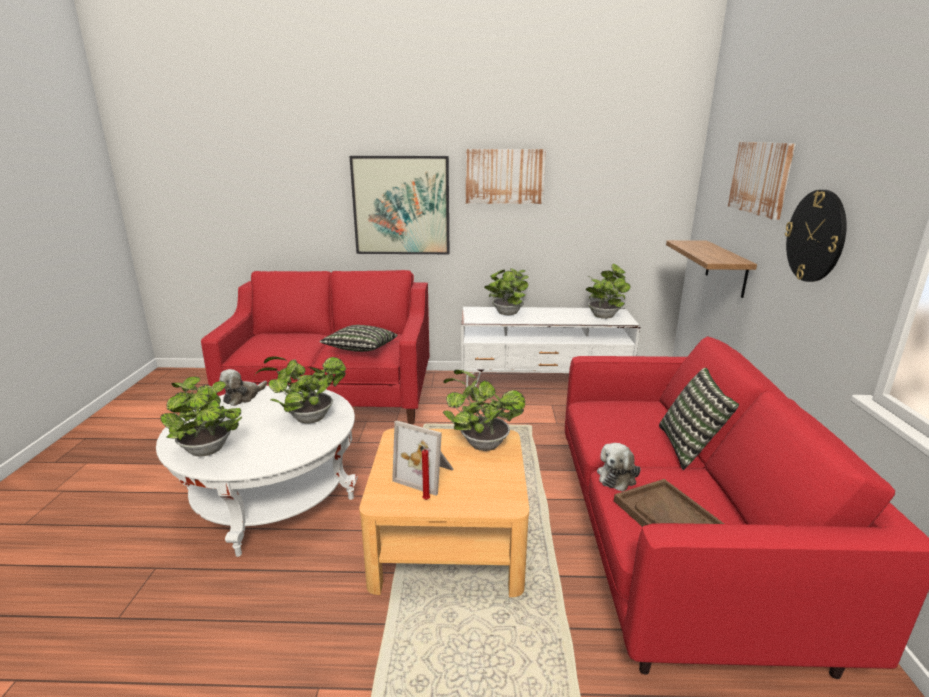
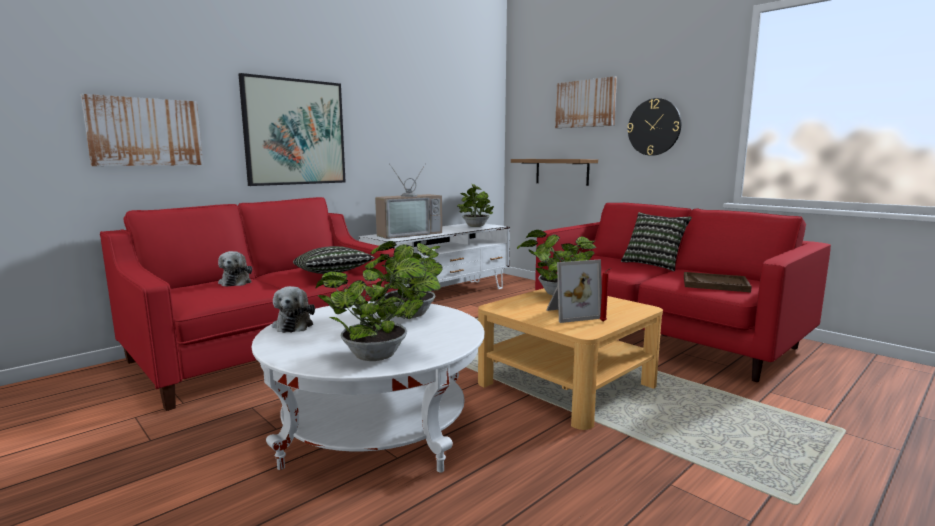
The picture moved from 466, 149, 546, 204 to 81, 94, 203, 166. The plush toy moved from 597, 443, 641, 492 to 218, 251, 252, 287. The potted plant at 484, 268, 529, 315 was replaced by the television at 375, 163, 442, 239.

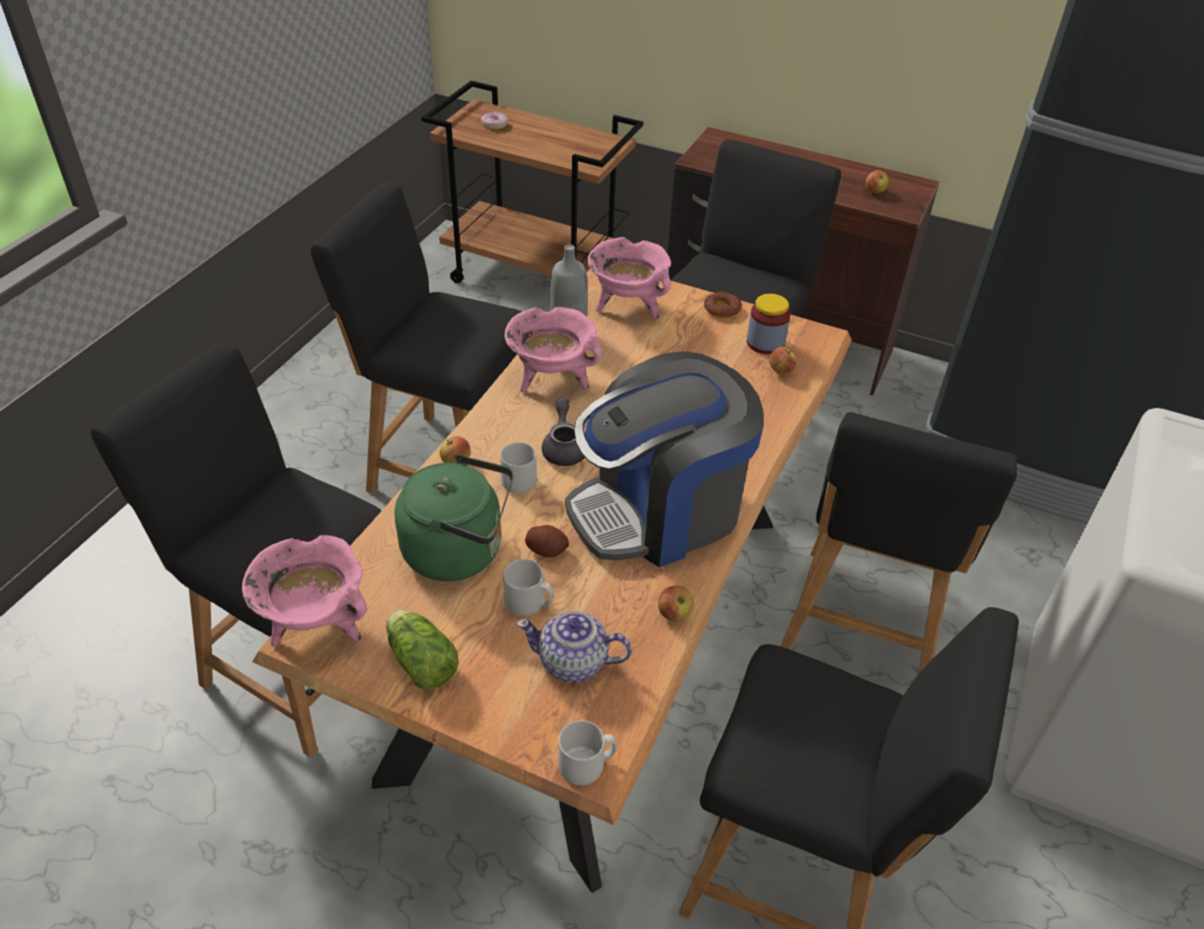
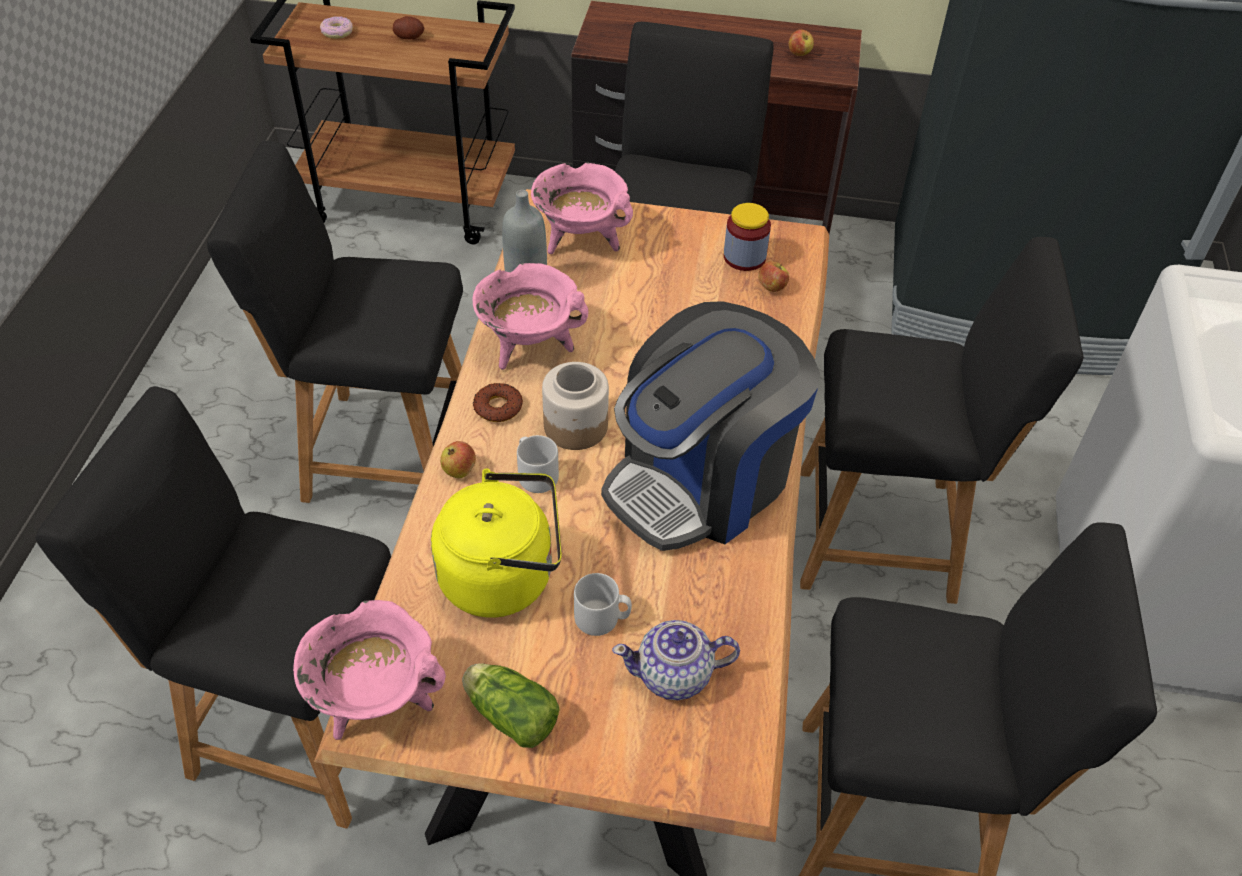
The potato moved from 525, 525, 569, 558 to 393, 16, 424, 39. The green kettle at 395, 454, 513, 581 became the yellow kettle at 431, 468, 562, 618. The donut moved from 704, 292, 742, 318 to 473, 383, 523, 422. The grey teapot at 542, 398, 585, 466 was replaced by the jar at 542, 362, 609, 450. The black chair at 781, 412, 1018, 674 turned 90 degrees counterclockwise. The grey mug at 558, 720, 616, 785 disappeared. The apple at 658, 586, 694, 621 disappeared.

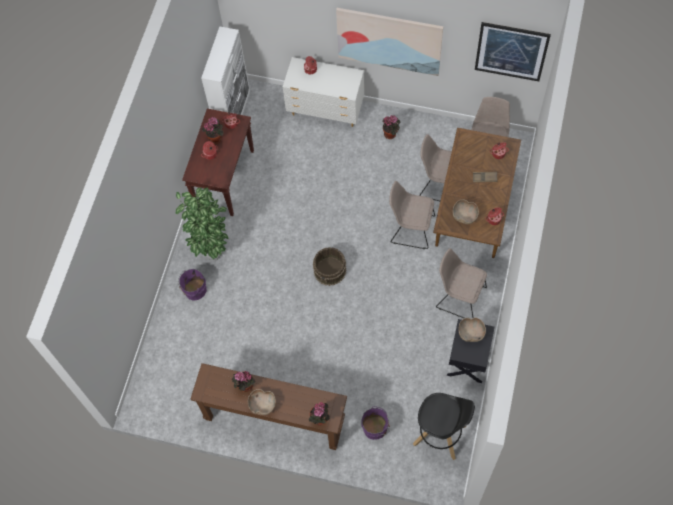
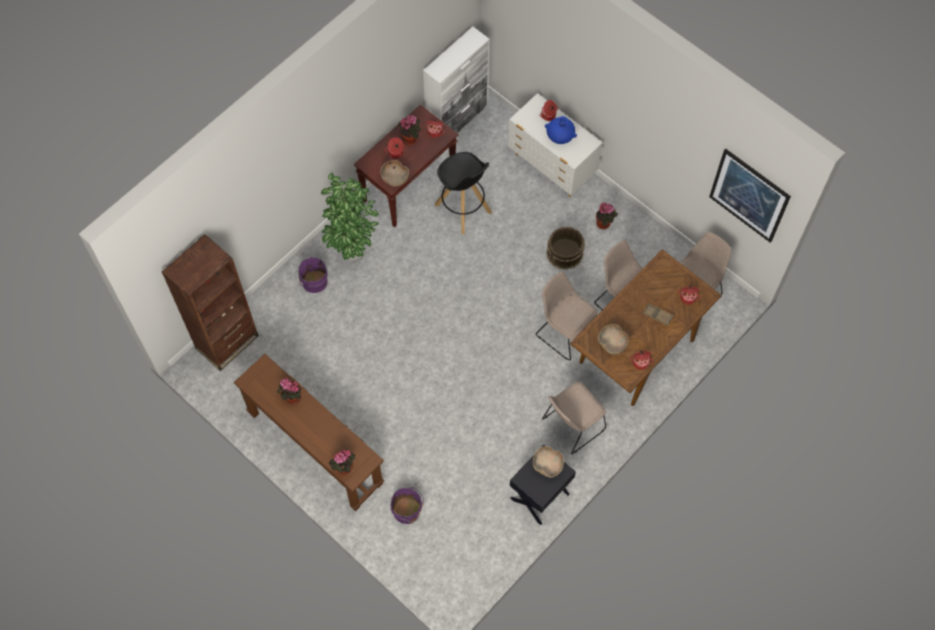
The brown bookcase at 162, 234, 259, 371 appeared. The brown bowl moved from 248, 389, 276, 415 to 380, 160, 409, 186. The black stool moved from 413, 393, 475, 460 to 435, 152, 492, 234. The beige chair at 436, 248, 487, 318 turned 90 degrees counterclockwise. The blue vase at 545, 116, 577, 144 appeared. The brown bucket moved from 313, 247, 346, 286 to 546, 227, 585, 270. The picture at 336, 8, 443, 76 disappeared.

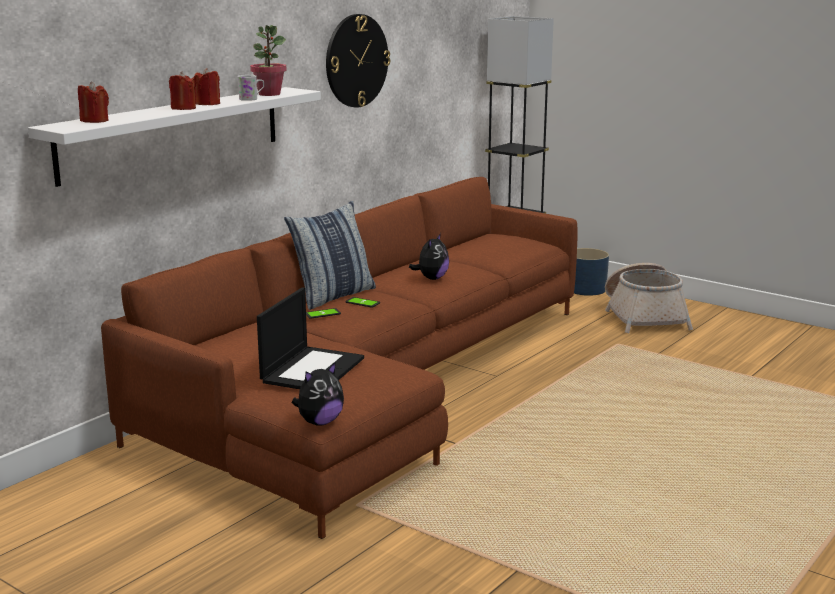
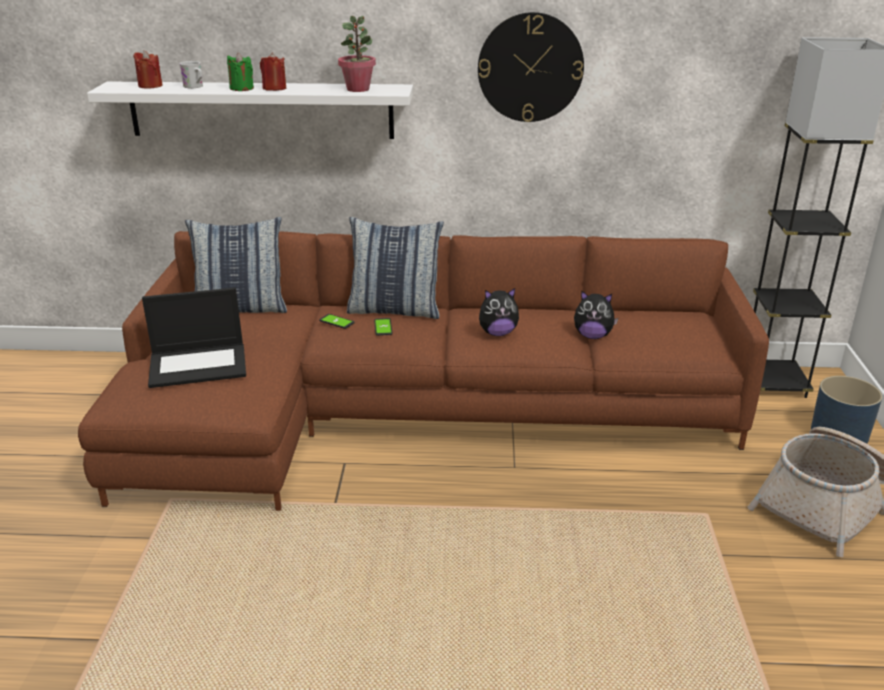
The white mug moved from 237, 75, 264, 101 to 179, 61, 203, 89. The pillow at 185, 217, 287, 313 appeared. The red candle at 169, 72, 196, 110 became the green candle at 227, 53, 254, 91. The plush toy moved from 292, 362, 344, 426 to 574, 291, 618, 339.

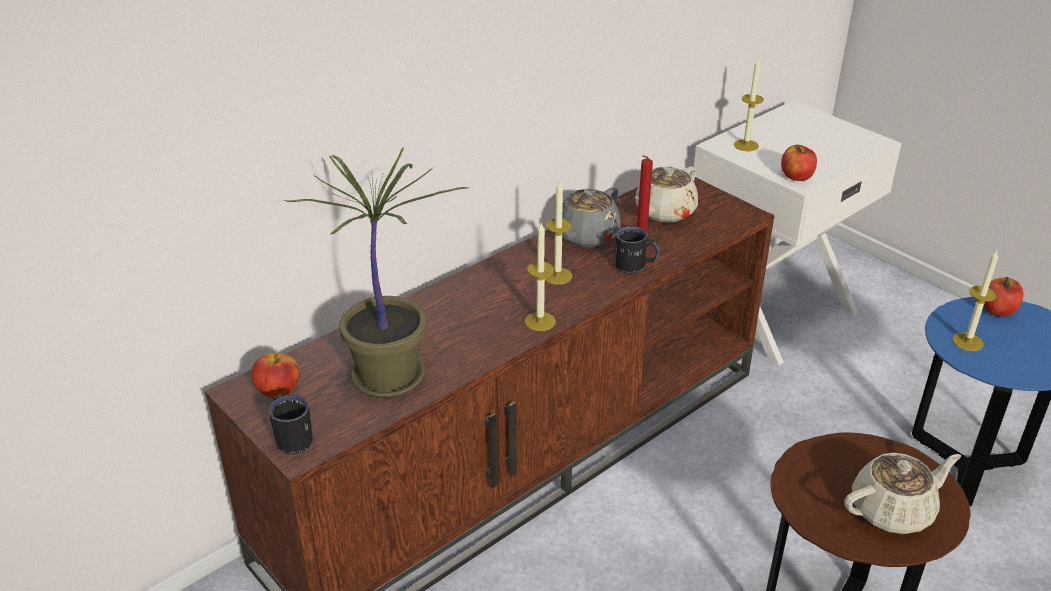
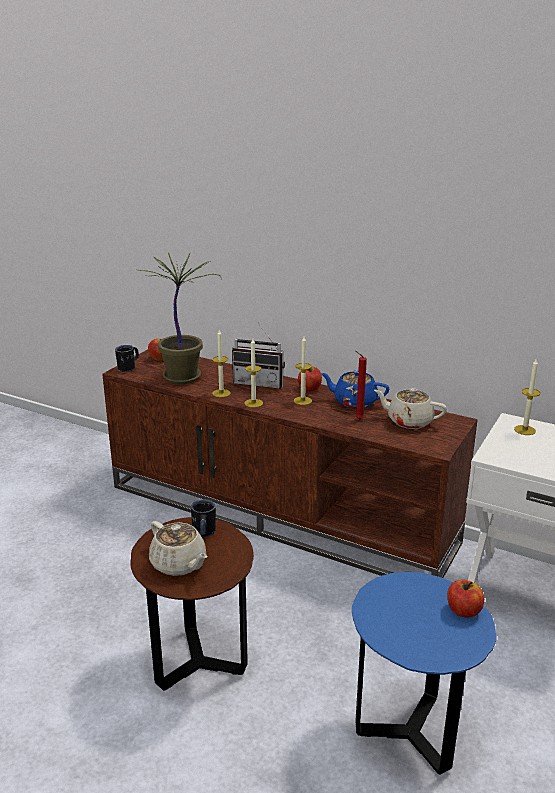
The black mug moved from 616, 226, 659, 274 to 191, 499, 216, 537. The candle moved from 953, 250, 998, 351 to 212, 330, 231, 397. The radio at 232, 322, 285, 389 appeared. The apple moved from 781, 145, 817, 181 to 298, 366, 322, 391. The grey teapot at 562, 188, 621, 247 became the blue teapot at 320, 370, 389, 409.

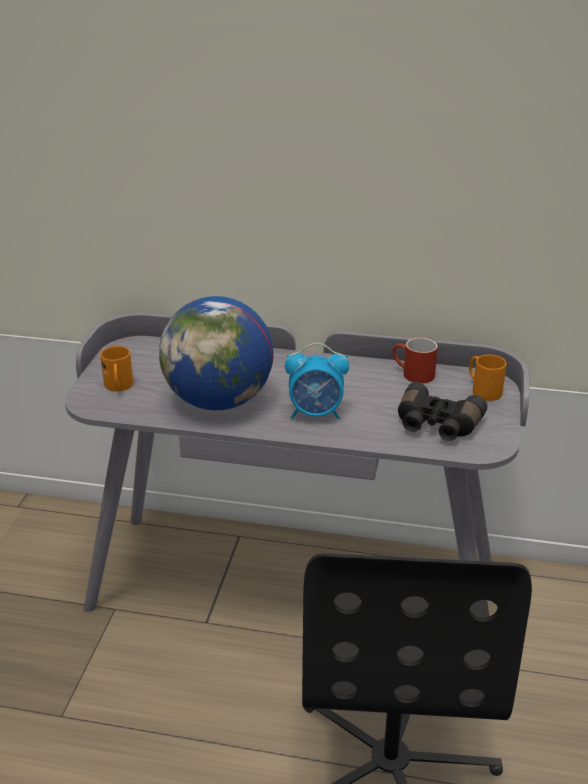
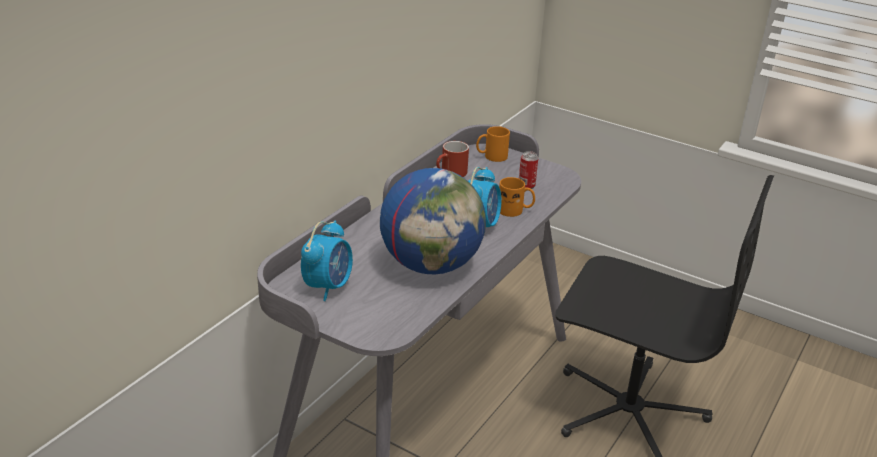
The alarm clock at 301, 220, 353, 301 appeared. The orange mug moved from 100, 346, 133, 391 to 499, 177, 535, 217. The black binoculars at 398, 382, 487, 441 was replaced by the can at 519, 151, 538, 189.

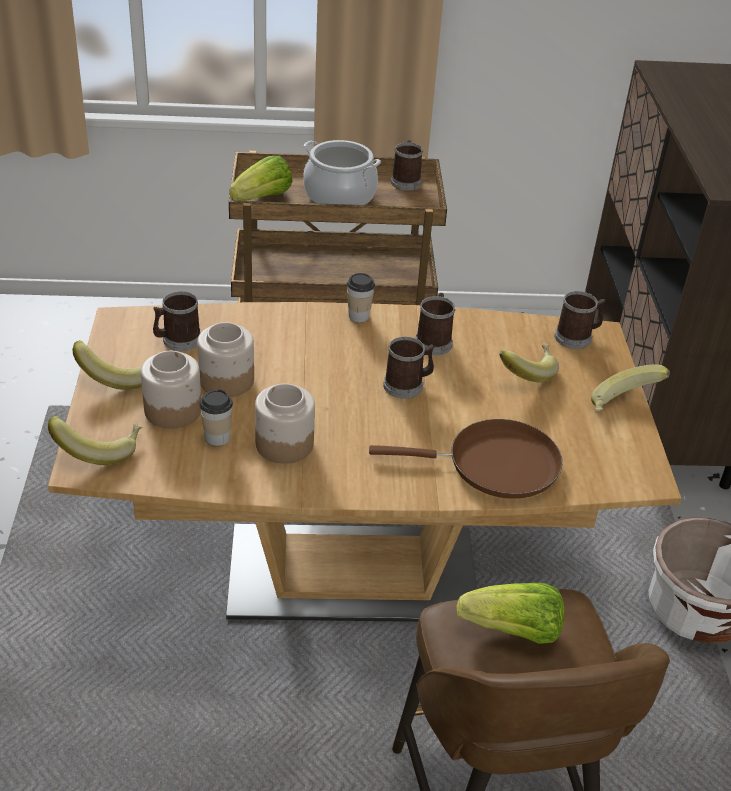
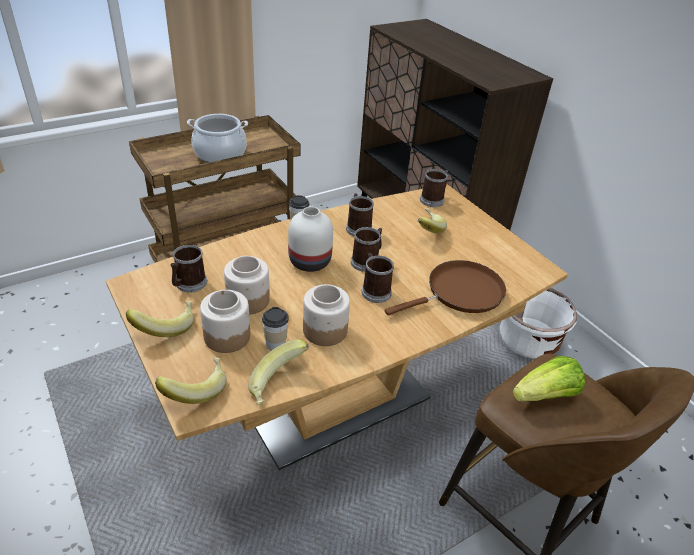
The banana moved from 591, 364, 670, 412 to 248, 339, 309, 405. The white vase at 288, 206, 333, 272 appeared. The mug moved from 391, 140, 423, 191 to 361, 253, 394, 303. The lettuce at 229, 156, 293, 201 disappeared.

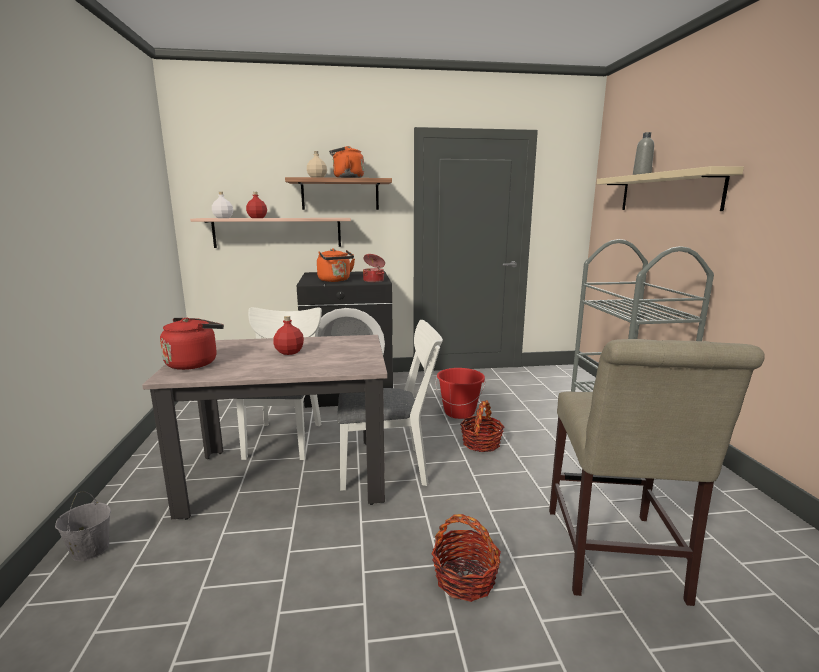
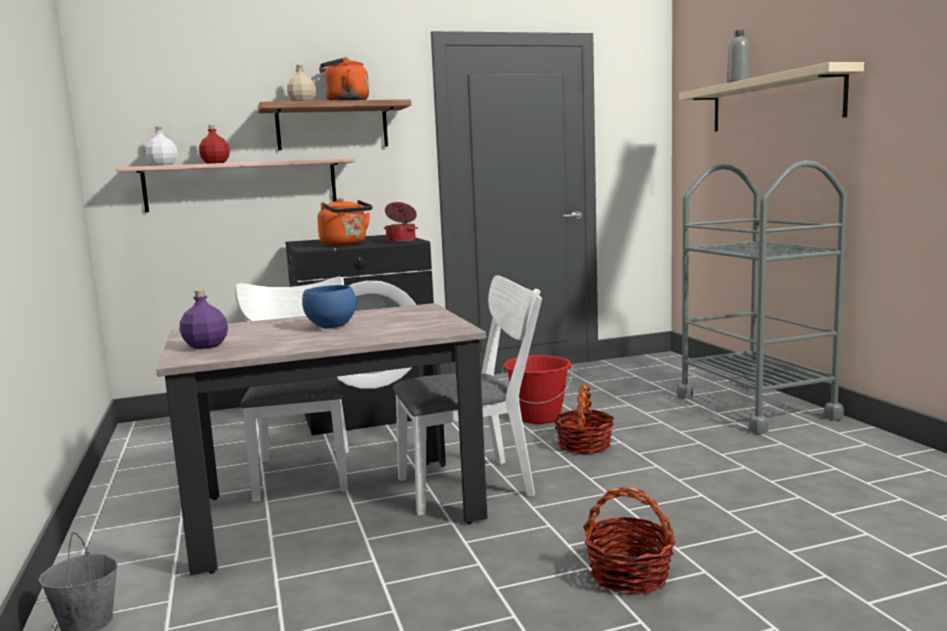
The red kettle at 160, 318, 224, 370 was replaced by the purple bottle at 180, 290, 228, 349. The red bottle at 273, 316, 304, 355 was replaced by the blue bowl at 302, 285, 357, 328. The beige chair at 549, 339, 765, 606 disappeared.

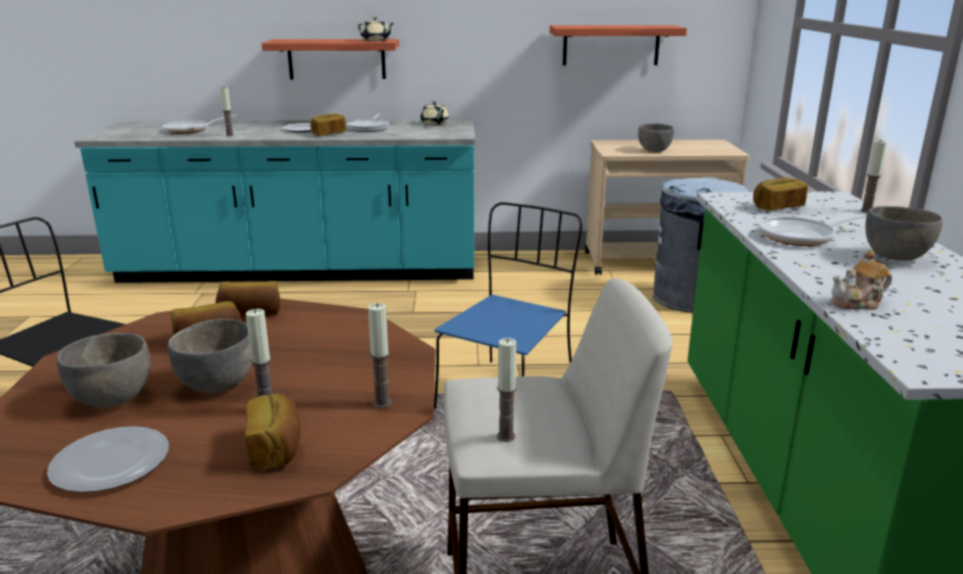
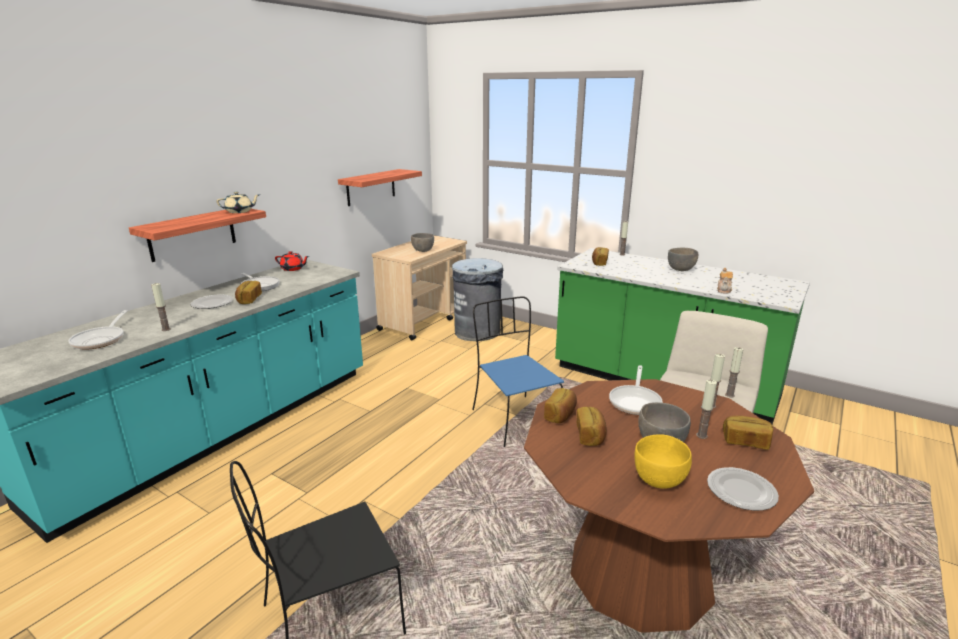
The beige teapot at 421, 101, 449, 125 became the red teapot at 275, 251, 309, 271. The frying pan moved from 759, 213, 867, 246 to 609, 365, 663, 415. The grey bowl at 57, 333, 151, 408 became the yellow bowl at 634, 434, 692, 489.

